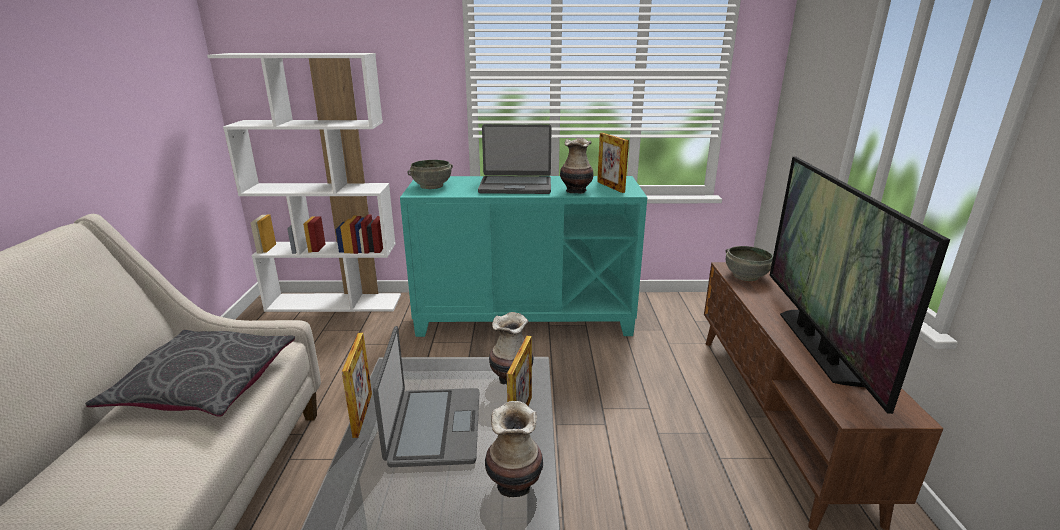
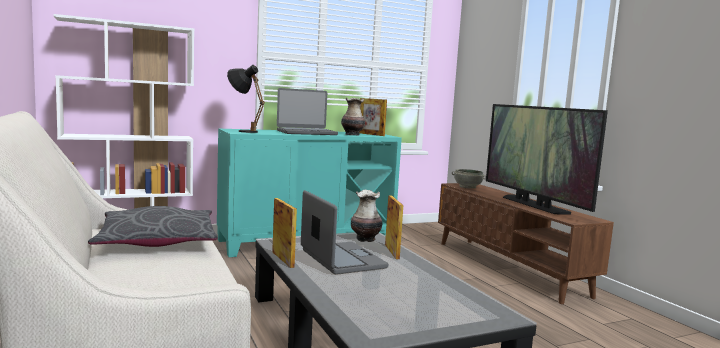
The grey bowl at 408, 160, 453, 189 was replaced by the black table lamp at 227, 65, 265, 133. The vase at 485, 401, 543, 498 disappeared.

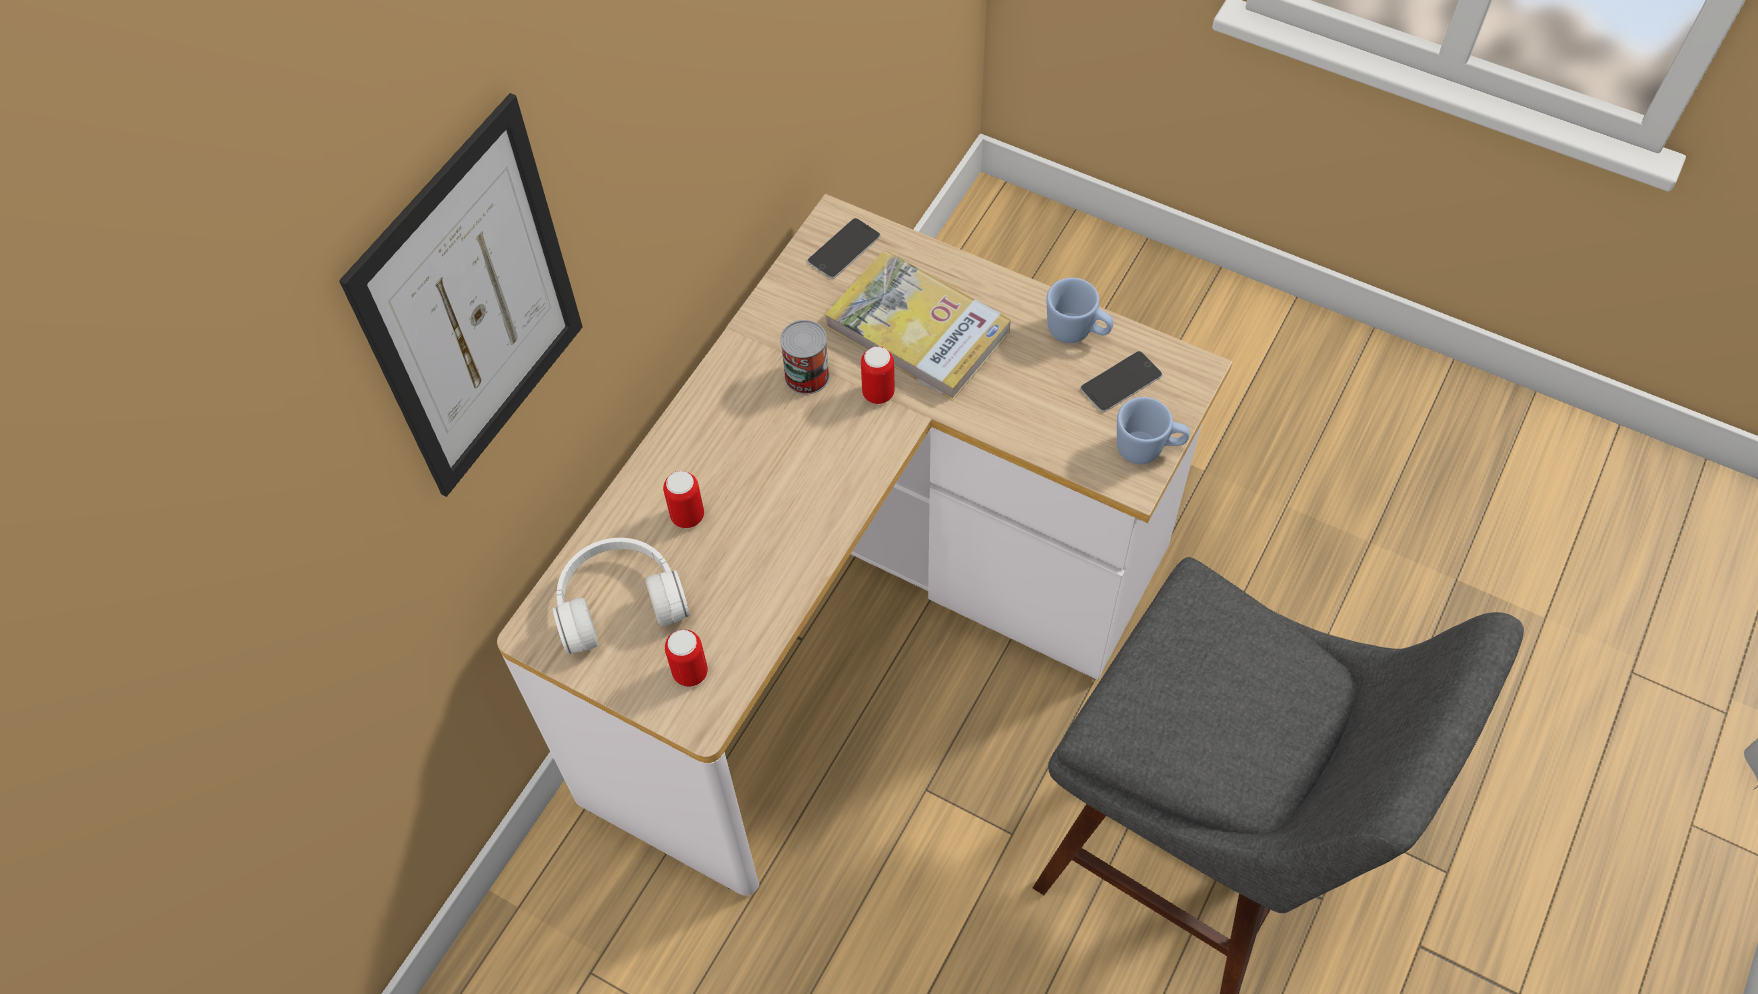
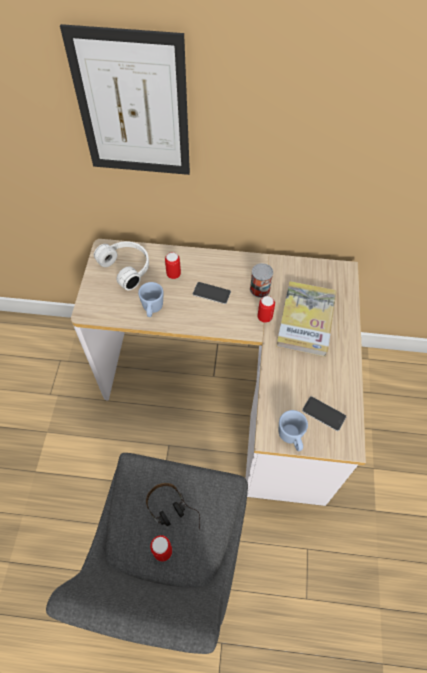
The blue mug moved from 1046, 278, 1113, 343 to 138, 282, 163, 317. The headphones at 146, 483, 200, 529 appeared. The can moved from 665, 629, 708, 687 to 150, 535, 172, 562. The phone moved from 807, 218, 881, 279 to 193, 282, 231, 304.

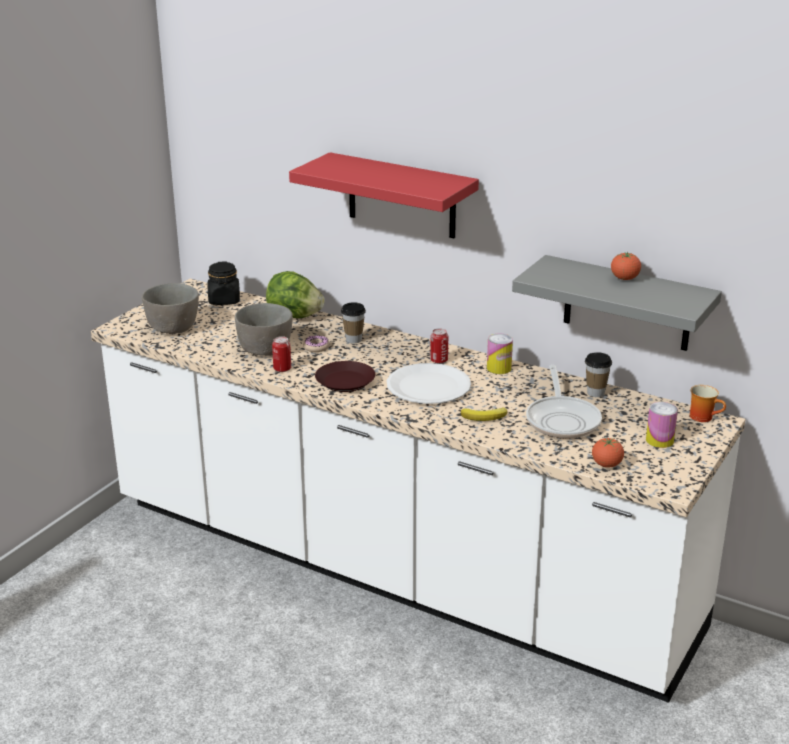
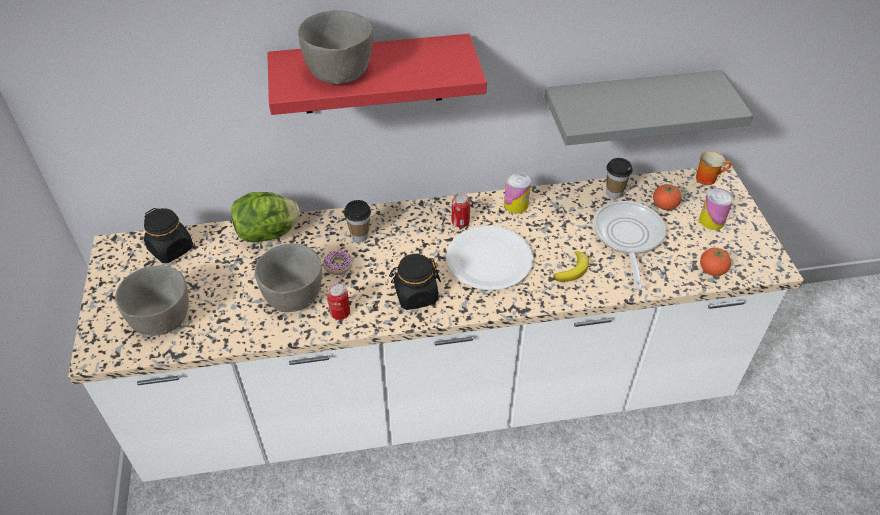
The grey bowl at 298, 10, 373, 84 appeared. The brown plate at 315, 361, 375, 392 was replaced by the black jar at 389, 254, 441, 310. The frying pan at 526, 365, 602, 439 turned 135 degrees counterclockwise. The tomato moved from 611, 252, 641, 280 to 653, 184, 682, 210.

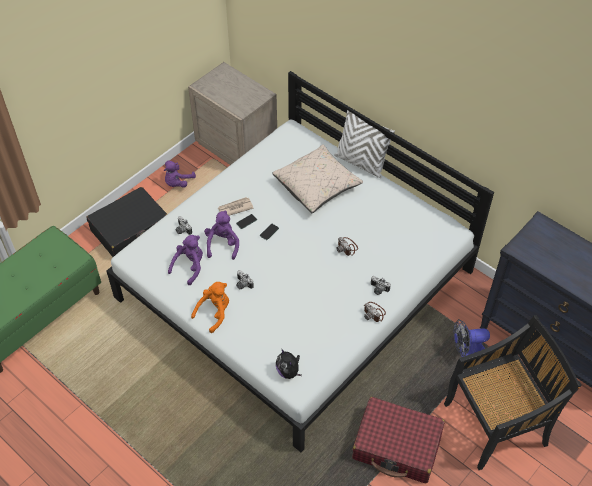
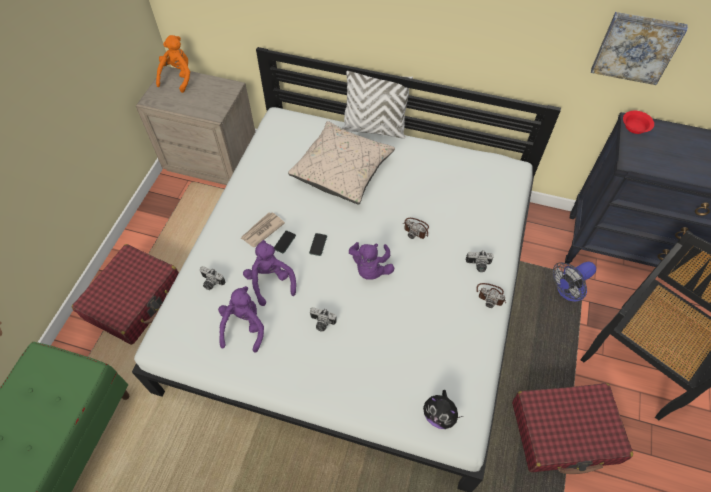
The black suitcase at 87, 187, 167, 257 became the red suitcase at 72, 244, 179, 345. The orange plush toy moved from 191, 282, 229, 333 to 156, 35, 190, 93. The purple plush toy moved from 164, 161, 196, 188 to 349, 242, 394, 280. The picture at 591, 12, 688, 85 appeared. The red bowl at 623, 111, 654, 134 appeared.

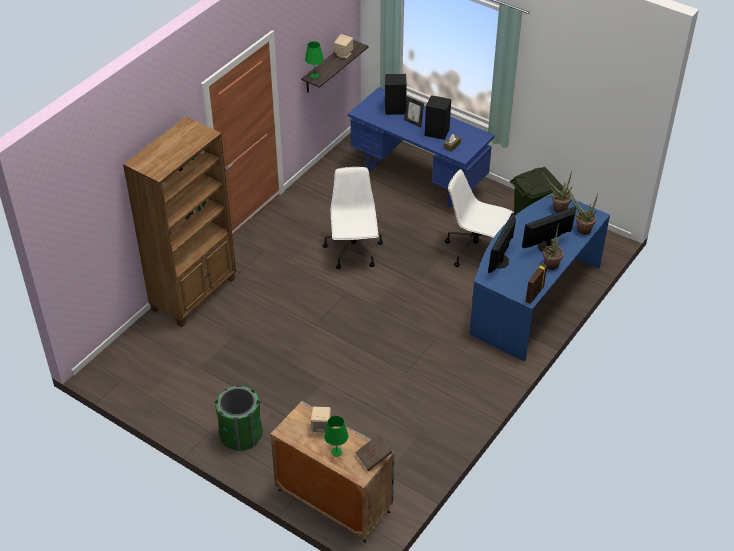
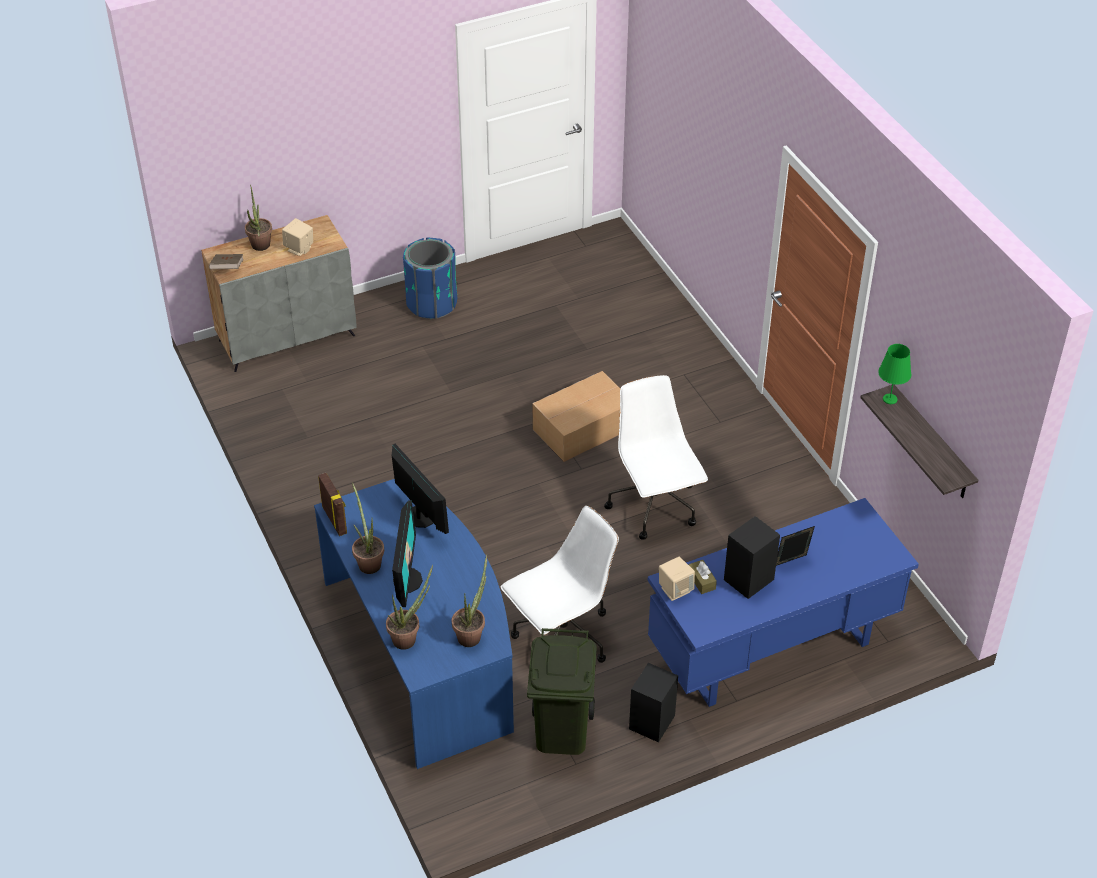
The green table lamp at 324, 416, 348, 457 was replaced by the potted plant at 245, 184, 272, 251. The green trash can at 215, 385, 263, 451 became the blue trash can at 403, 238, 457, 319. The cardboard box at 532, 371, 621, 462 appeared. The white office chair at 323, 167, 383, 269 turned 135 degrees counterclockwise. The black speaker moved from 385, 74, 407, 115 to 629, 663, 678, 742. The beige speaker moved from 334, 34, 354, 58 to 659, 557, 695, 601. The brown bookcase at 123, 117, 236, 327 disappeared.

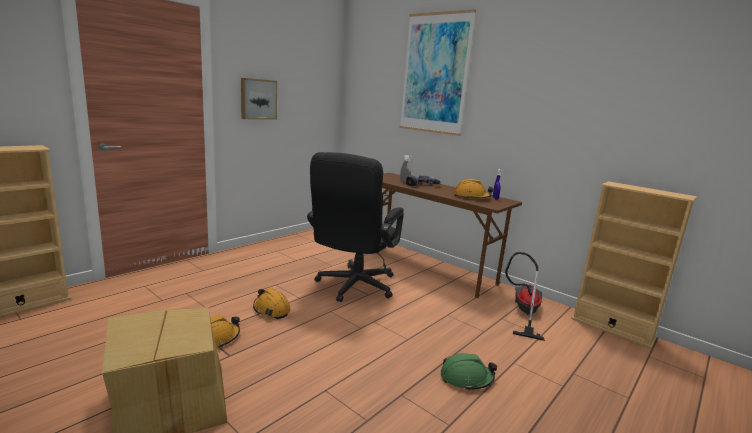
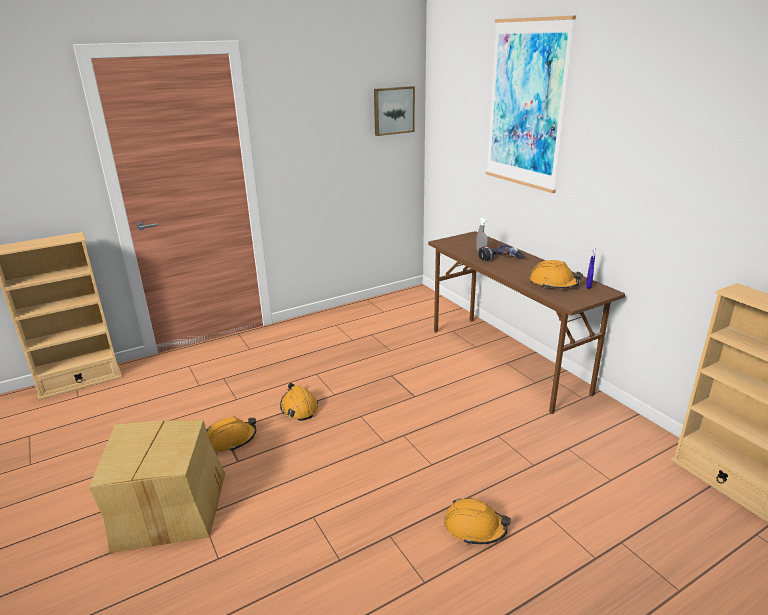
The picture moved from 241, 78, 277, 120 to 374, 86, 415, 136. The green hard hat at 440, 353, 497, 391 became the orange hard hat at 444, 498, 511, 545. The black office chair at 307, 152, 404, 302 disappeared. The vacuum cleaner at 505, 252, 545, 341 disappeared.

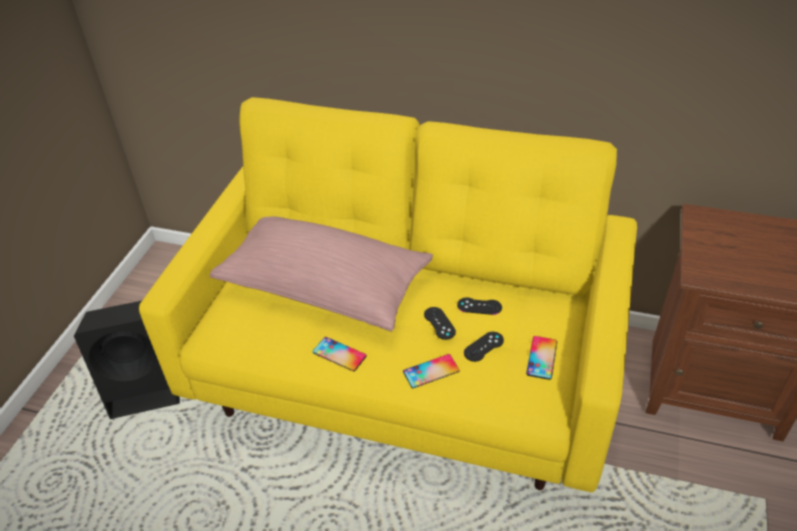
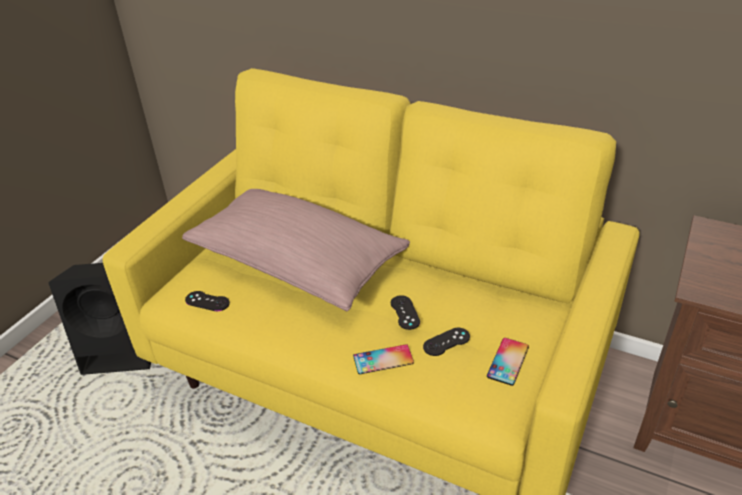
The black game controller moved from 457, 297, 502, 315 to 185, 291, 230, 311. The phone at 312, 337, 366, 371 disappeared.

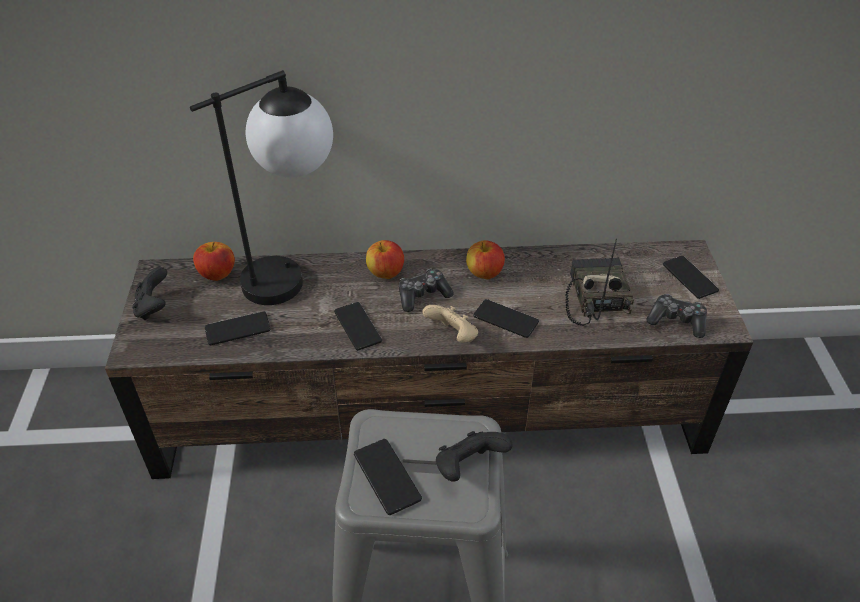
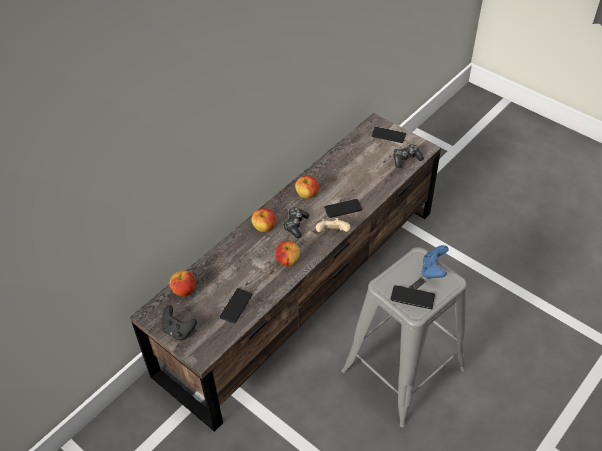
The phone at 334, 302, 382, 350 was replaced by the apple at 275, 241, 300, 267. The black game controller at 436, 431, 512, 482 became the blue game controller at 422, 245, 449, 279. The table lamp at 190, 70, 333, 305 disappeared. The radio at 565, 239, 634, 326 disappeared.

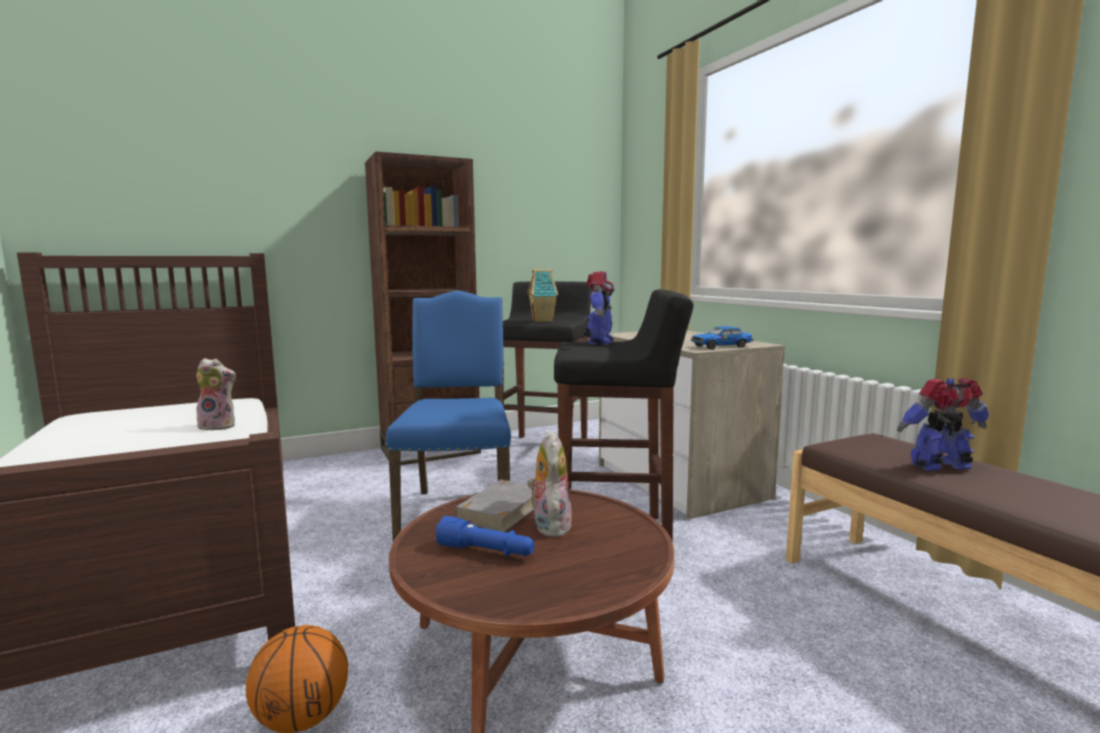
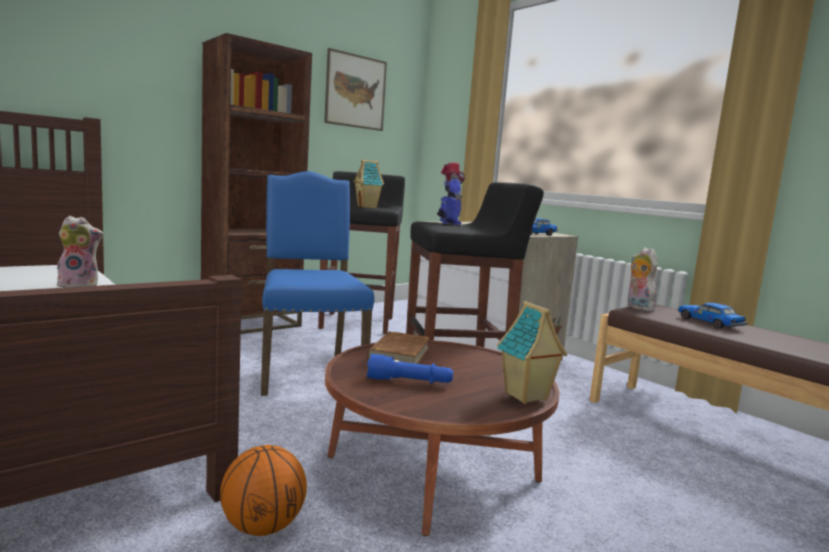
The picture at 324, 48, 387, 131 appeared. The grey book at 455, 479, 534, 532 became the brown book at 367, 331, 431, 364. The toy house at 497, 301, 567, 404 appeared. The plush toy moved from 527, 430, 572, 537 to 628, 247, 659, 312. The toy robot at 897, 377, 989, 471 was replaced by the toy car at 678, 303, 747, 328.

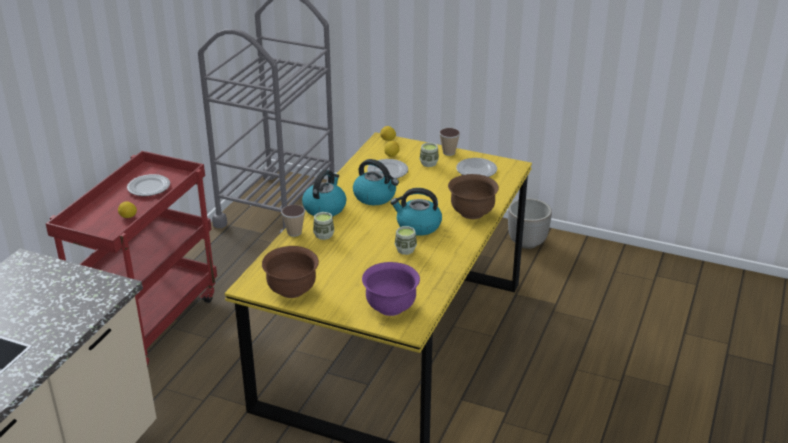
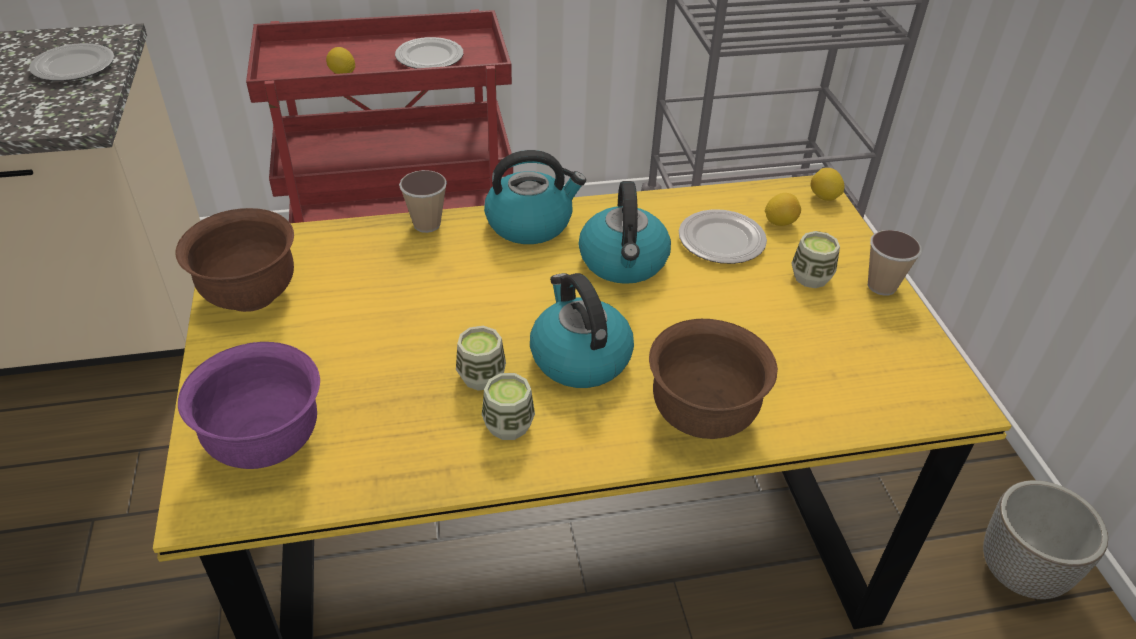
The plate moved from 456, 158, 497, 177 to 29, 43, 114, 81. The cup moved from 313, 212, 334, 240 to 482, 373, 535, 440.

